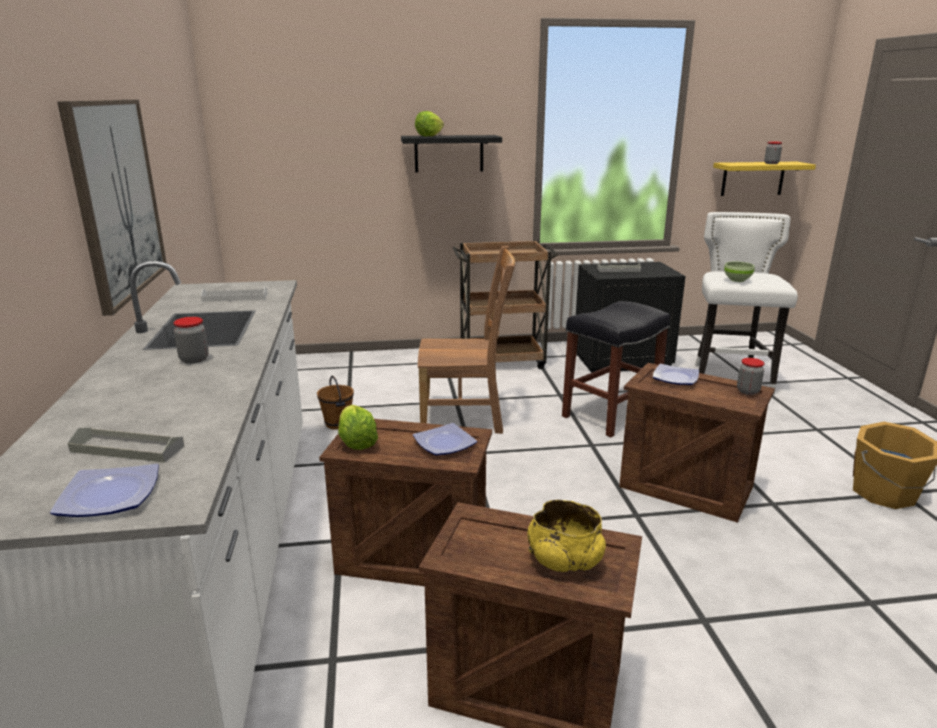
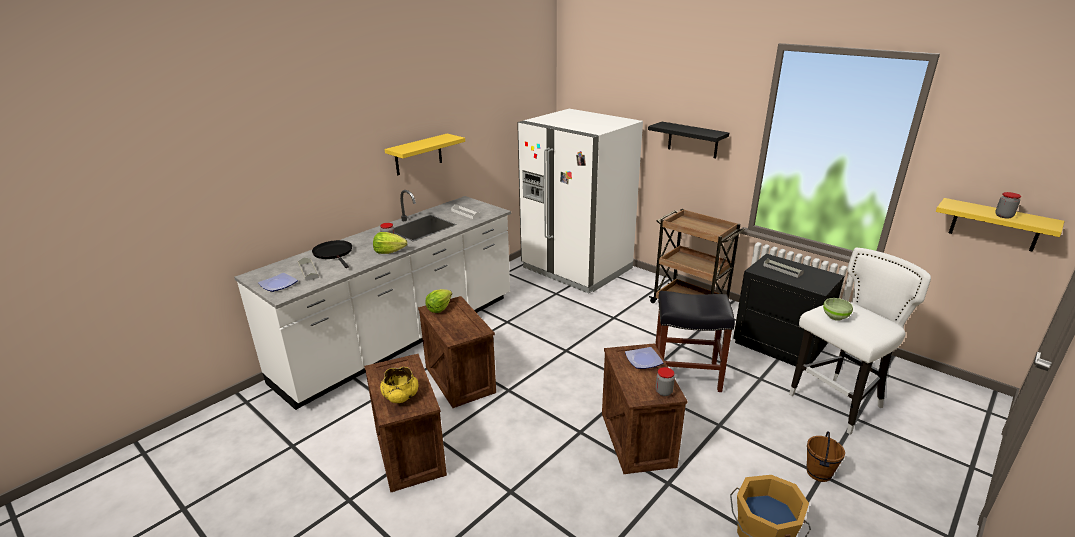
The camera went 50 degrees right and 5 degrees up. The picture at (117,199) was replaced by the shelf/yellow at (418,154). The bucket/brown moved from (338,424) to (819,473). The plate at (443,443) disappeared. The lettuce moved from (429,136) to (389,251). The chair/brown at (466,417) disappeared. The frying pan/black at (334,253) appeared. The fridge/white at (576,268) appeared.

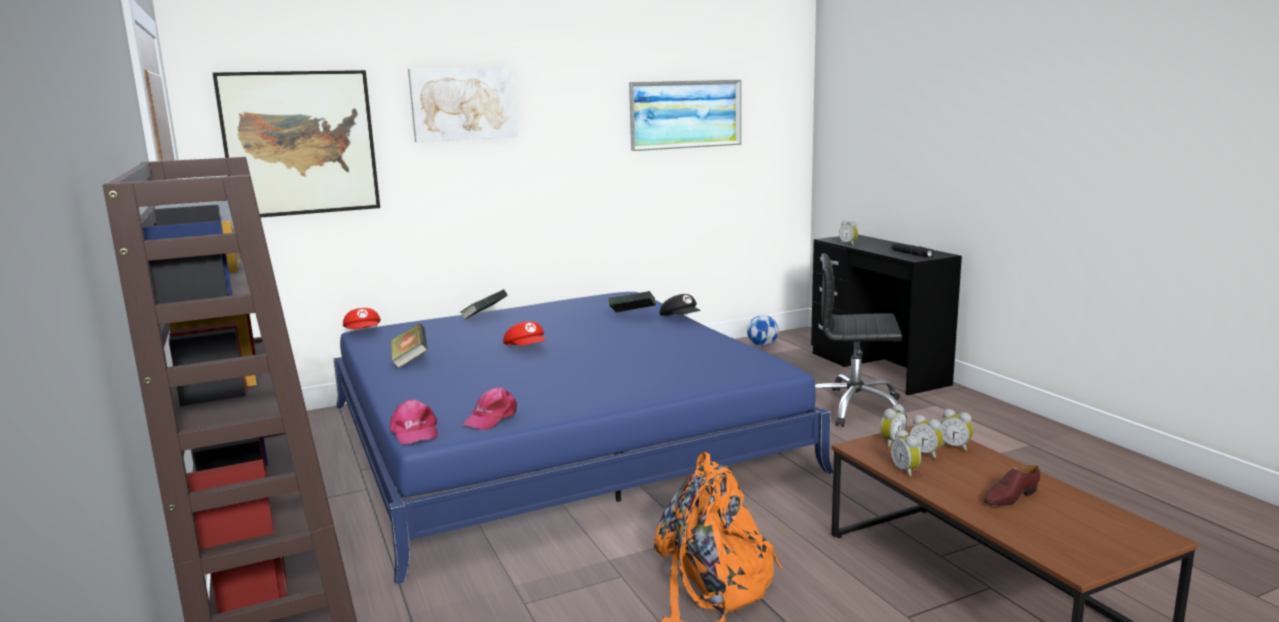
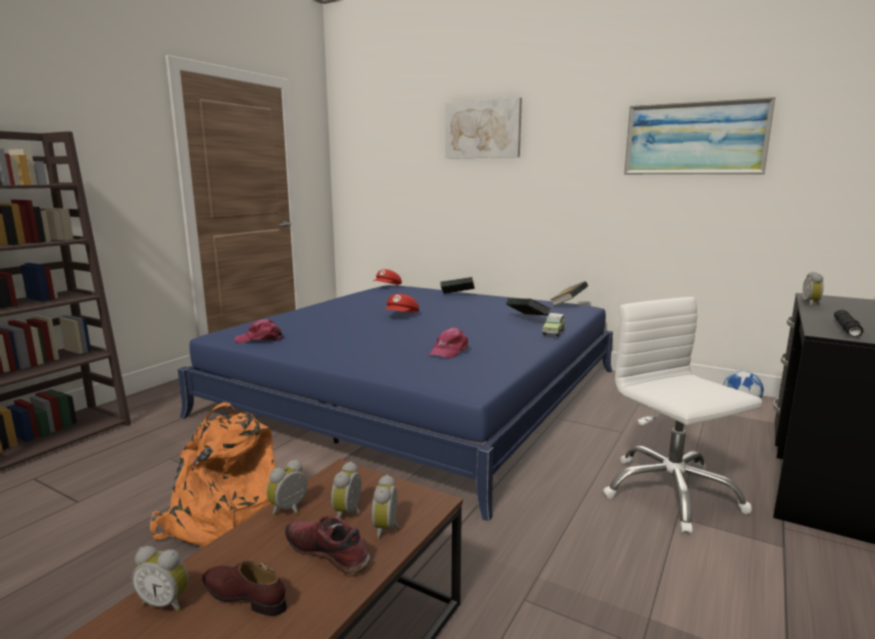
The camera went 55 degrees right and 0 degrees up. The picture at (300,143) disappeared. The cap/pink moved from (414,432) to (449,351). The book moved from (410,361) to (568,304). The cap/black at (681,319) was replaced by the toy car at (553,332). The office chair/black at (854,408) became the office chair/white at (670,492). The alarm clock moved from (890,442) to (166,602). The shoe at (329,552) appeared.

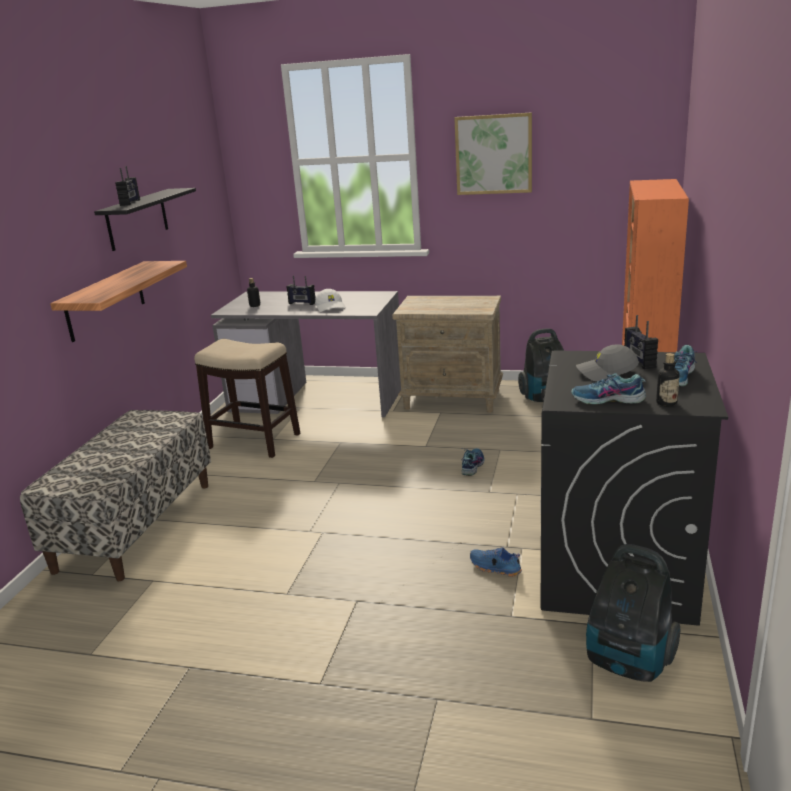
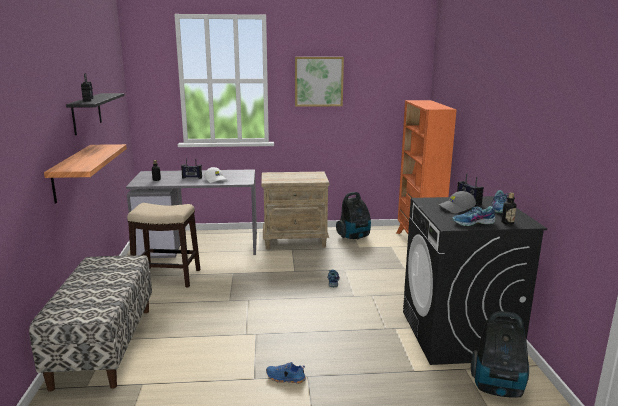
The camera went 20 degrees left and 5 degrees down. The shoe/blue moved from (494,568) to (285,378).

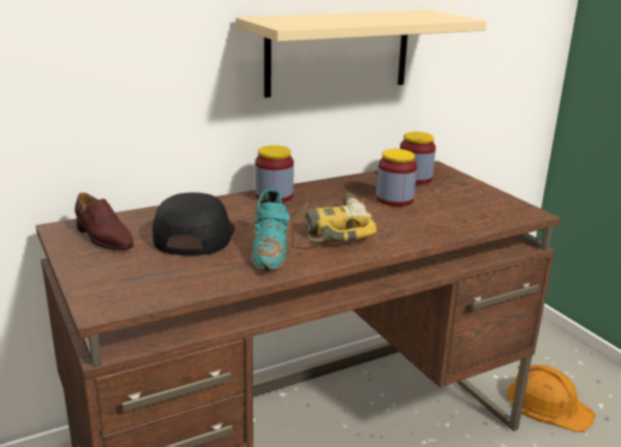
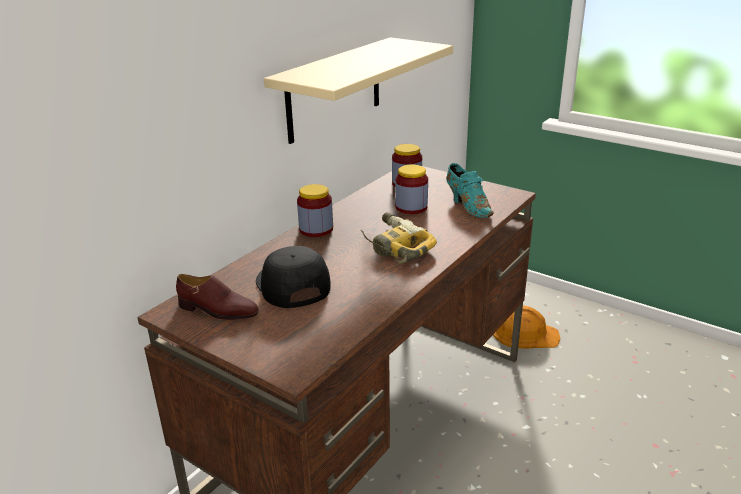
The camera went 25 degrees left and 5 degrees up. The shoe/turquoise moved from (270,251) to (468,205).

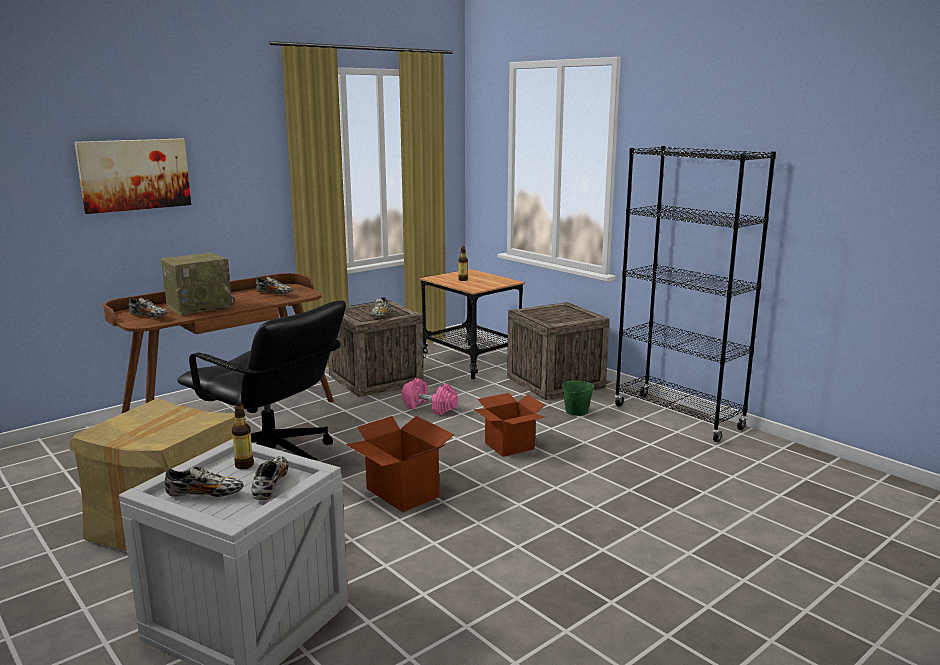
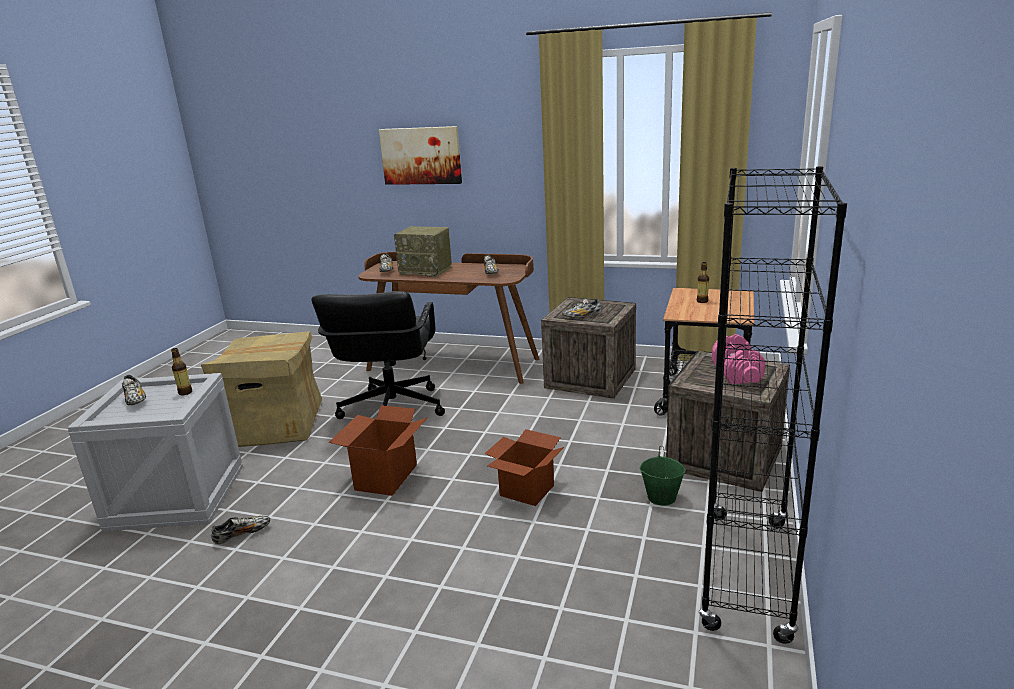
The camera went 60 degrees right and 5 degrees up. The shoe moved from (270,486) to (242,534). The dumbbell/pink moved from (430,407) to (737,373).

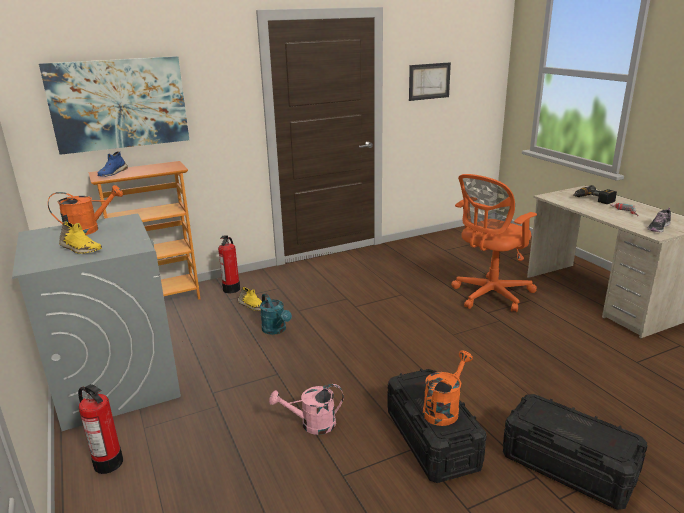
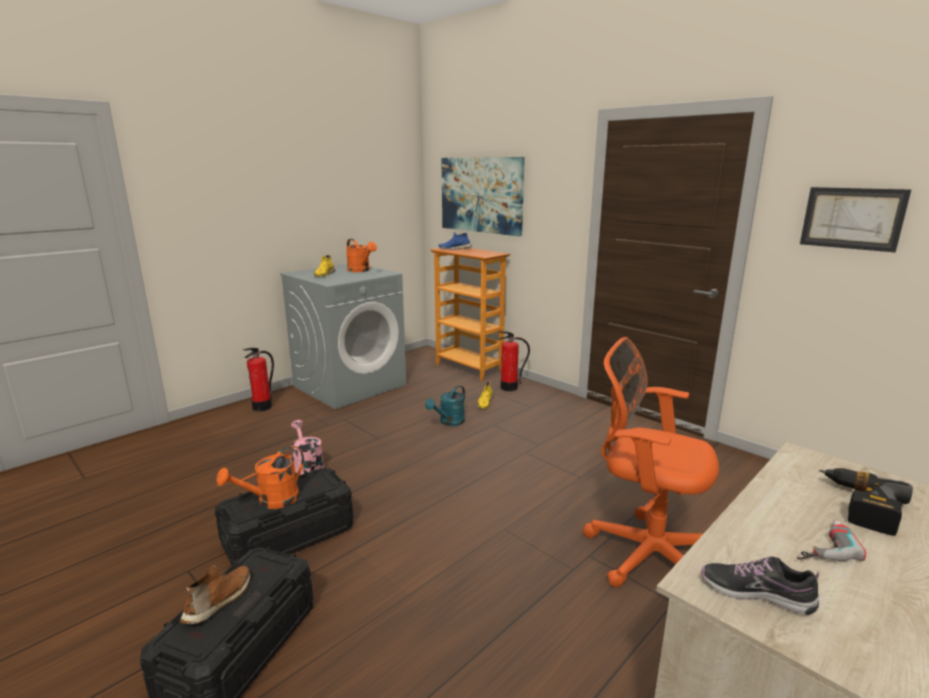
The camera went 70 degrees right and 5 degrees down. The watering can/orange at (444,409) turned 120 degrees clockwise. The shoe/brown at (220,601) appeared.

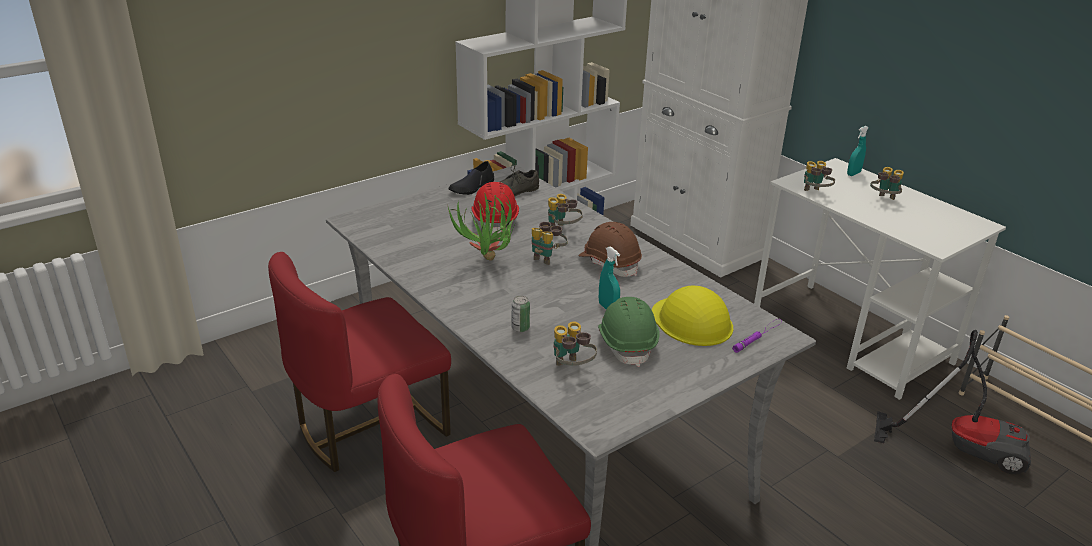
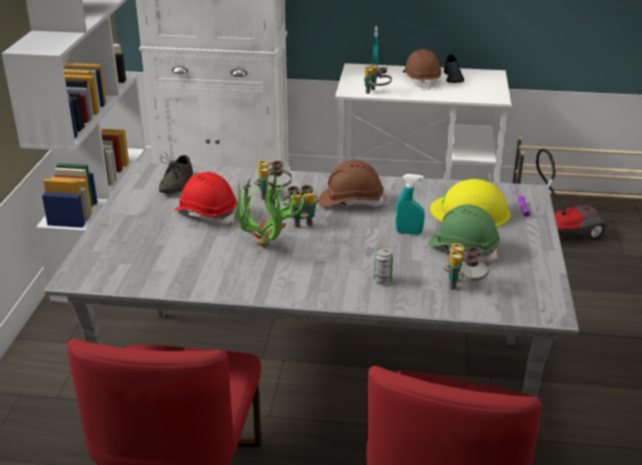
The camera went 45 degrees left and 0 degrees up. The shoe/black moved from (472,187) to (453,78). The binoculars at (884,200) was replaced by the hard hat/brown at (421,80).

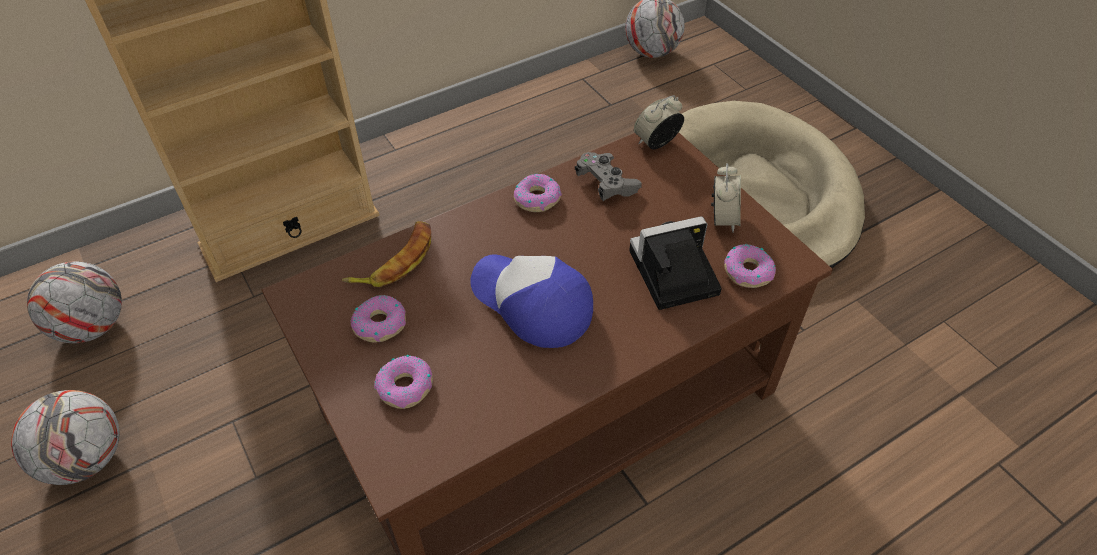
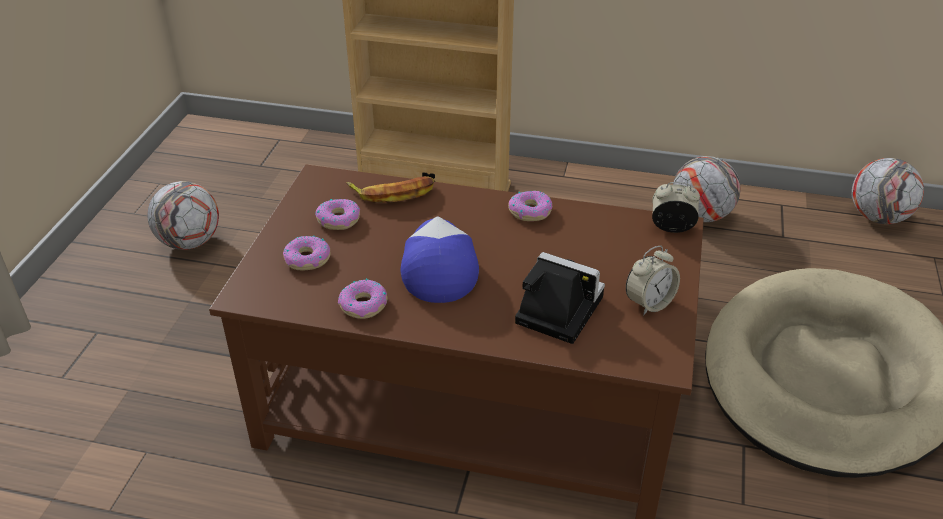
The camera went 45 degrees right and 10 degrees down. The football moved from (92,326) to (700,215). The game controller/grey at (606,184) disappeared. The donut moved from (748,271) to (364,305).

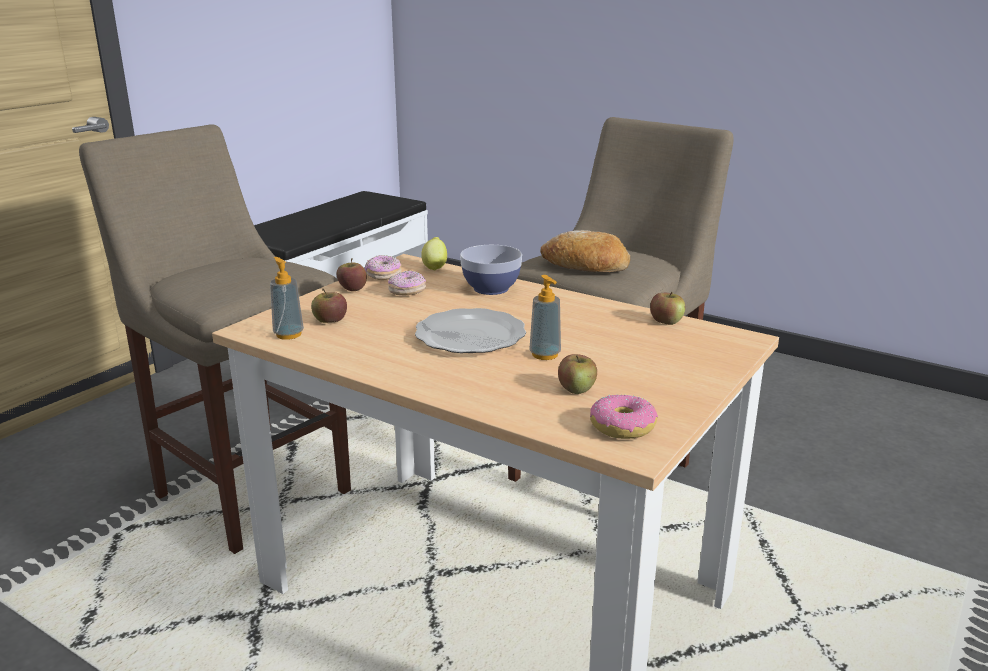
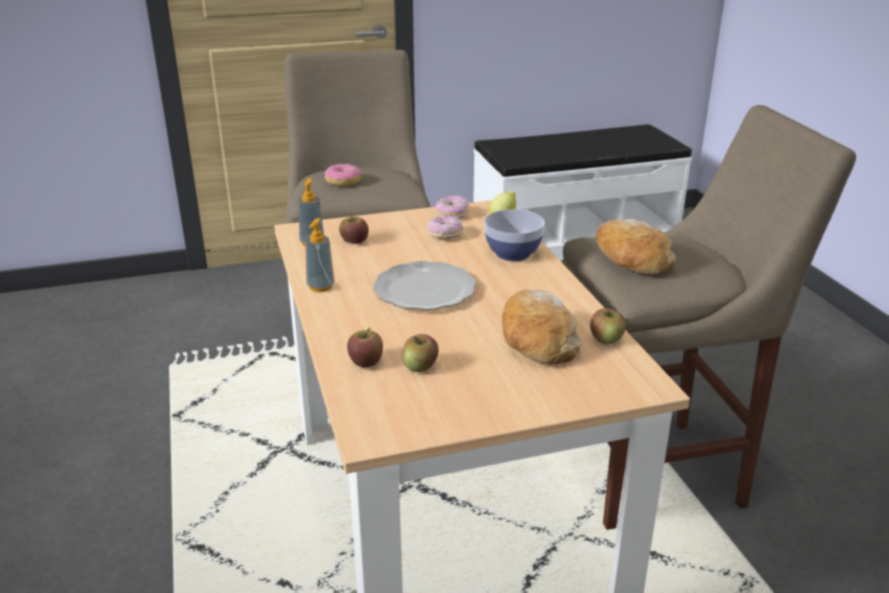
The camera went 40 degrees right and 5 degrees up. The apple moved from (352,288) to (366,362). The soap dispenser moved from (545,354) to (320,287). The donut moved from (623,427) to (343,181). The bread at (537,339) appeared.

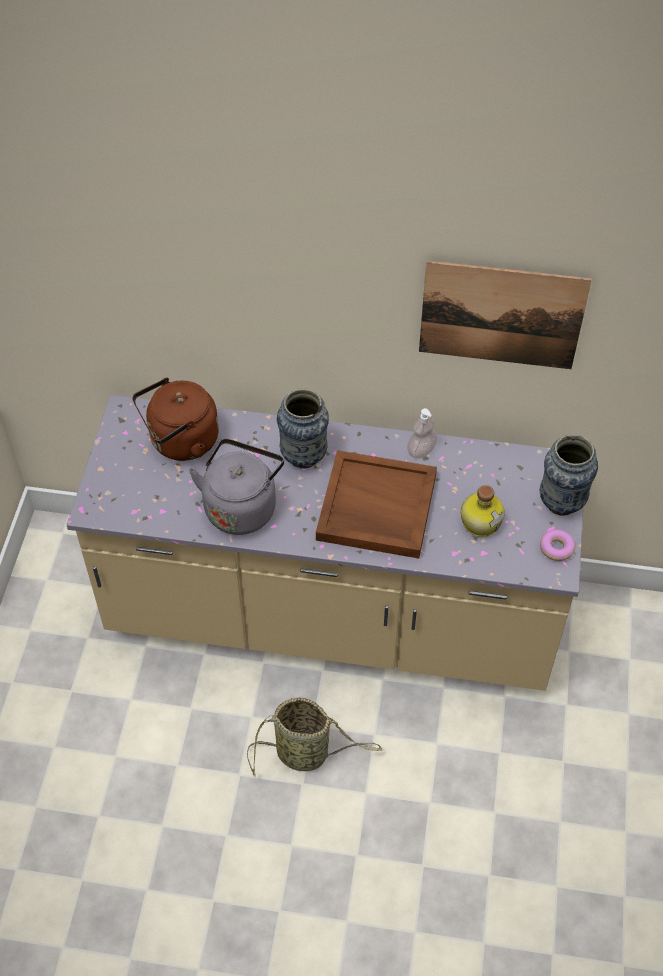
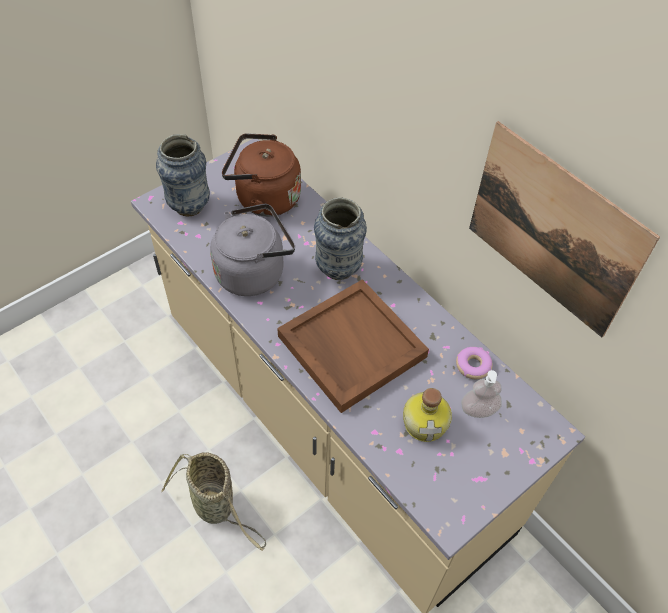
The camera went 40 degrees right and 0 degrees up. The soap dispenser moved from (421,450) to (478,410). The vase moved from (561,502) to (189,206). The donut moved from (556,548) to (473,365).

